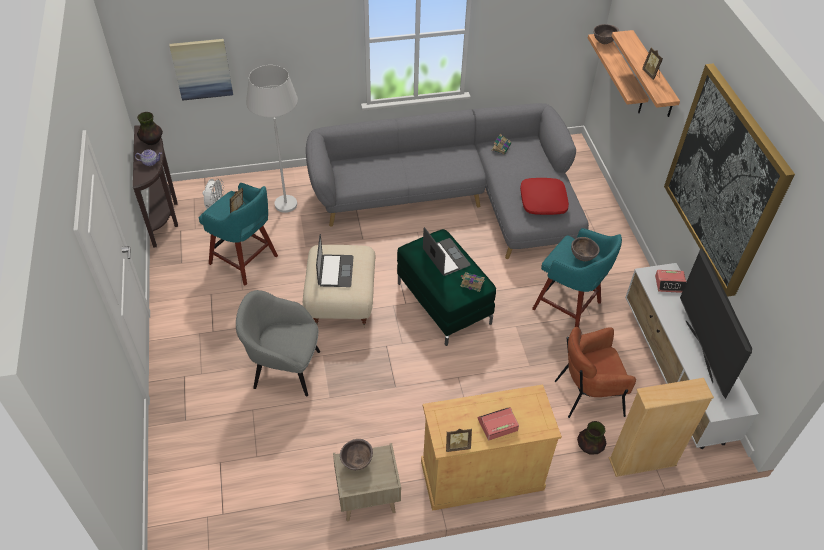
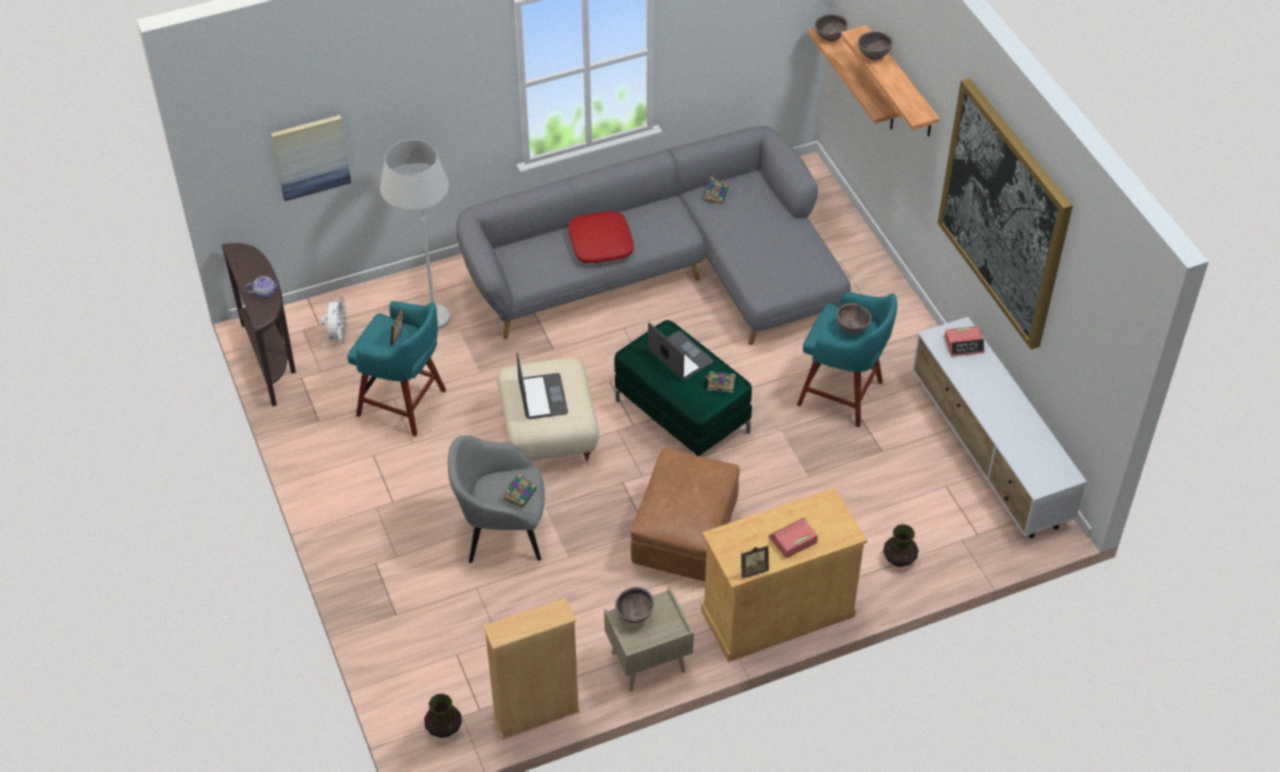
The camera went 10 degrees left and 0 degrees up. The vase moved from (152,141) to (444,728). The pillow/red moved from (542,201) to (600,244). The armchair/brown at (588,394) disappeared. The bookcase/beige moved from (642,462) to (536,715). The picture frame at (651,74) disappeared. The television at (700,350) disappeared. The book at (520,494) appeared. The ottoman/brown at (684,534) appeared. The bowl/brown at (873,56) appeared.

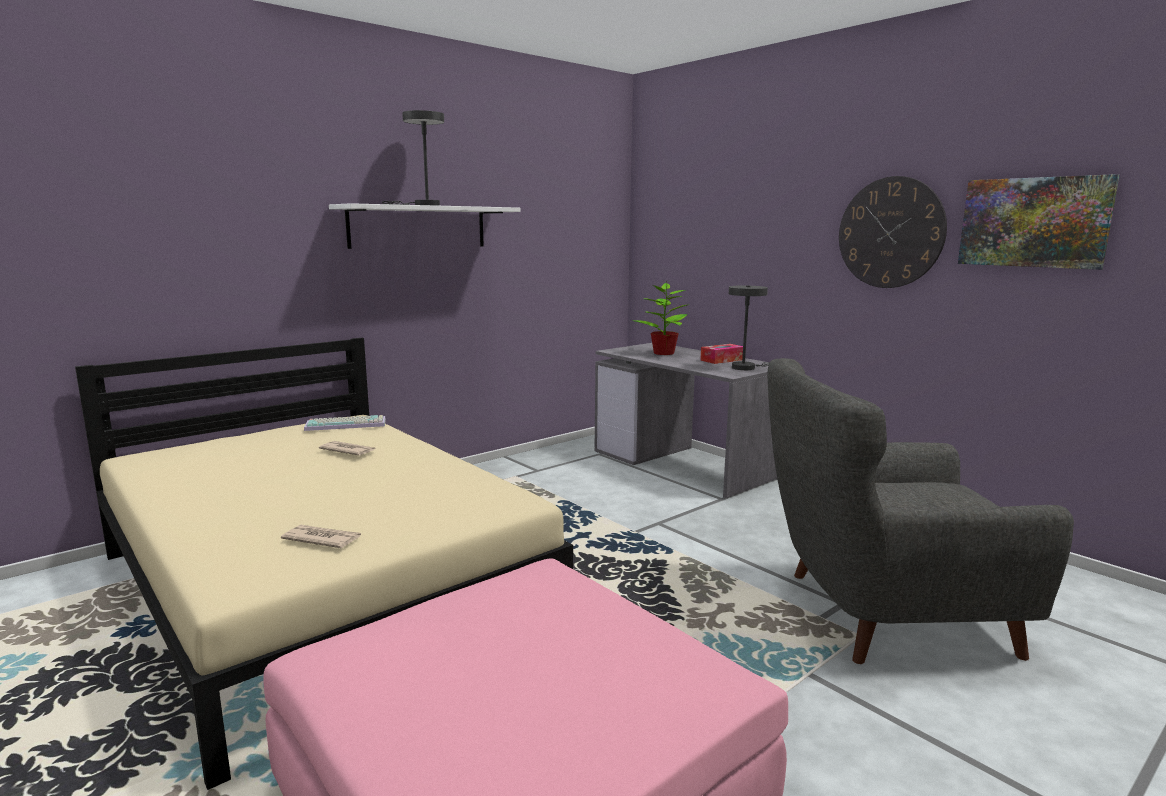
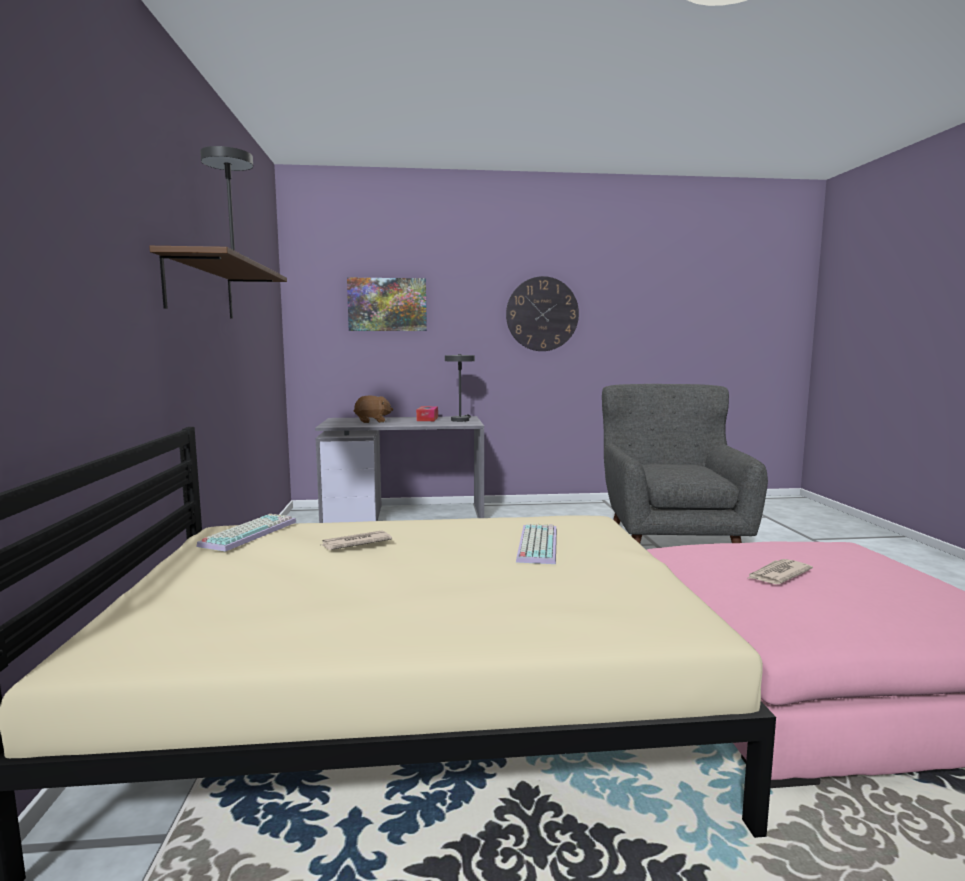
The camera went 55 degrees left and 5 degrees down. The newspaper moved from (322,539) to (777,575). The shelf/white at (418,227) became the shelf/brown at (200,289). The potted plant at (663,353) was replaced by the plush toy/brown at (372,421). The armchair/grey at (881,611) turned 150 degrees clockwise. The picture moved from (1033,222) to (387,304). The keyboard at (535,544) appeared.

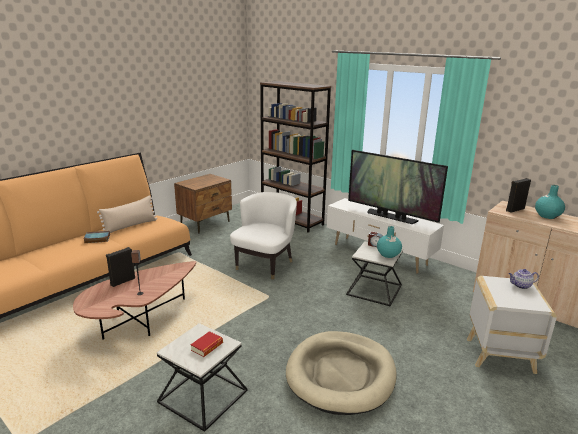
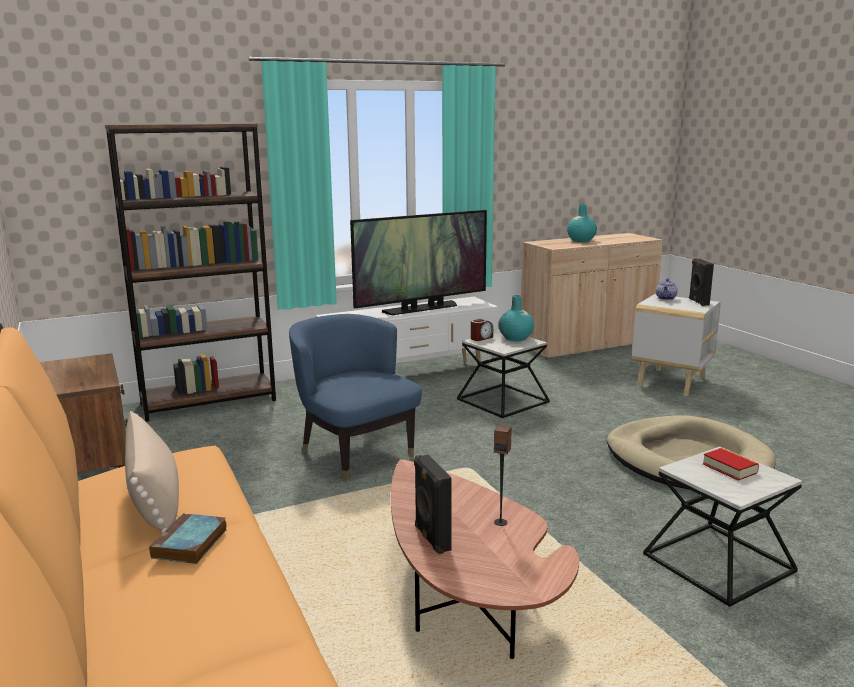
The camera went 65 degrees left and 5 degrees down. The armchair/white at (265,264) became the armchair/blue at (355,452). The speaker/black moved from (514,209) to (698,302).

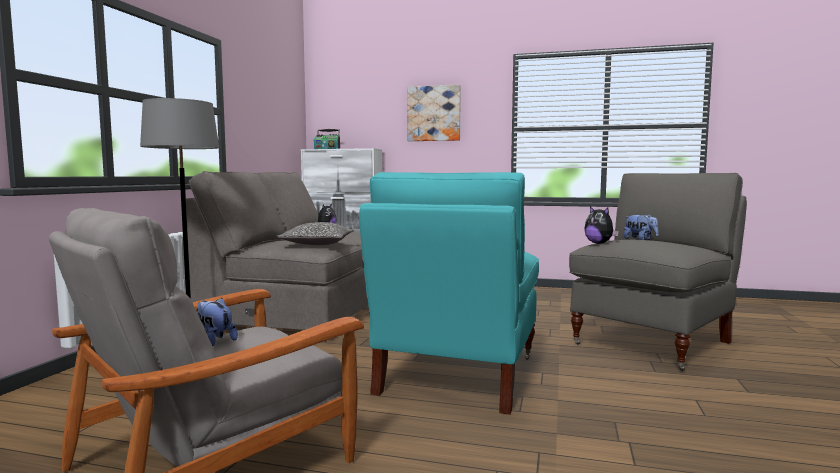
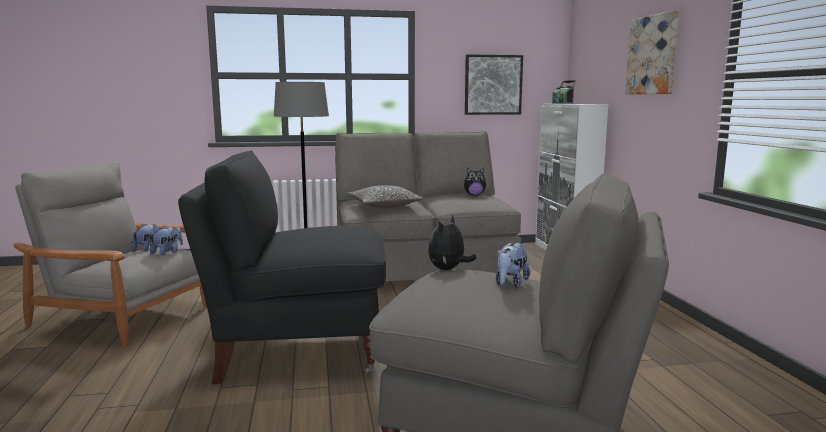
The camera went 65 degrees right and 5 degrees up. The armchair/turquoise at (457,375) became the armchair/black at (297,350). The plush toy at (167,252) appeared. The picture at (493,85) appeared.

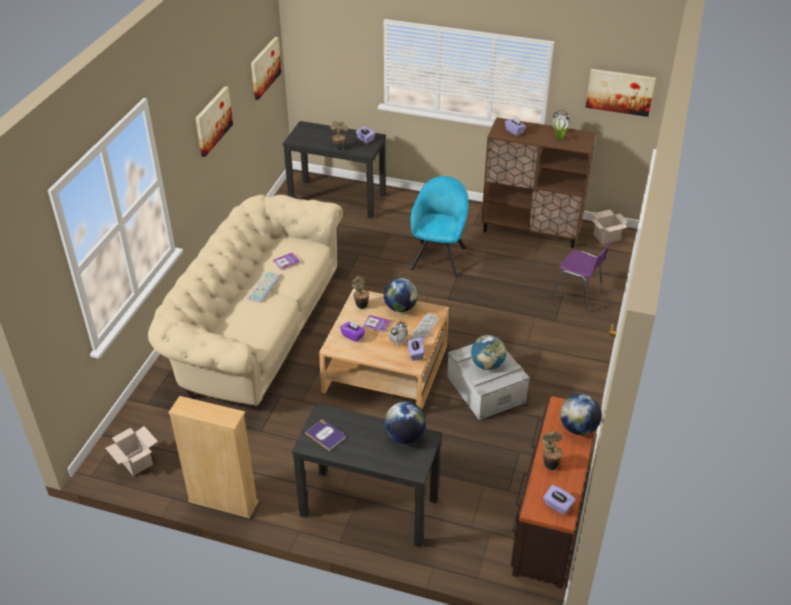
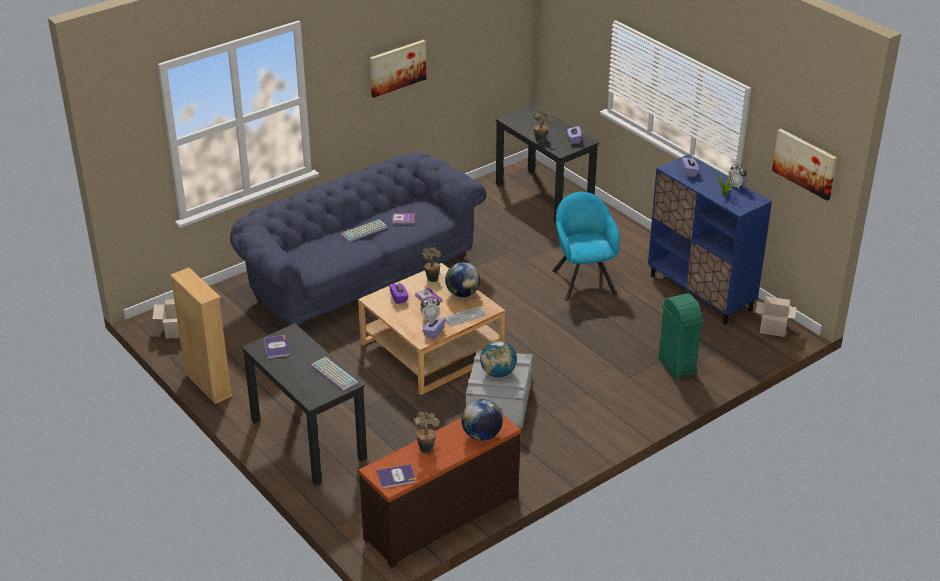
The camera went 35 degrees right and 5 degrees down. The sofa/beige at (254,330) became the sofa/blue at (357,275). The picture at (264,67) disappeared. The globe at (405,436) was replaced by the keyboard at (333,374). The armchair/turquoise at (439,256) turned 60 degrees counterclockwise. The cabinet/brown at (531,230) became the cabinet/blue at (700,293). The tissue box/purple at (557,505) was replaced by the book at (396,477). The chair/purple at (577,296) was replaced by the trash can/green at (676,366).

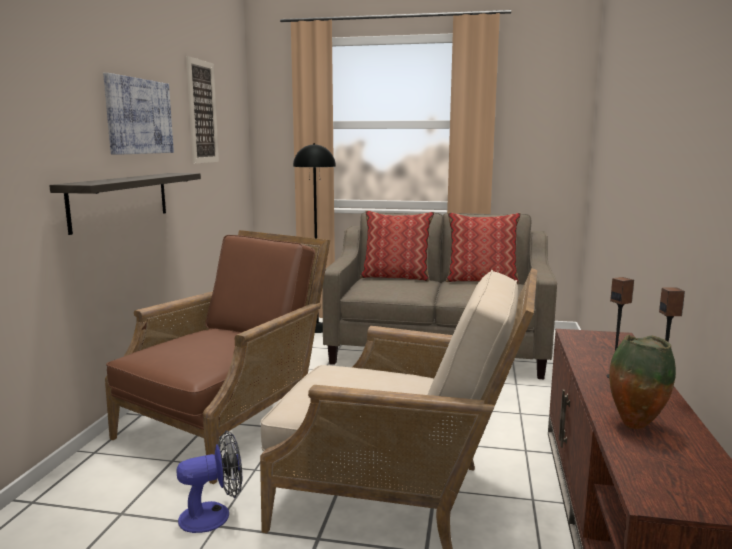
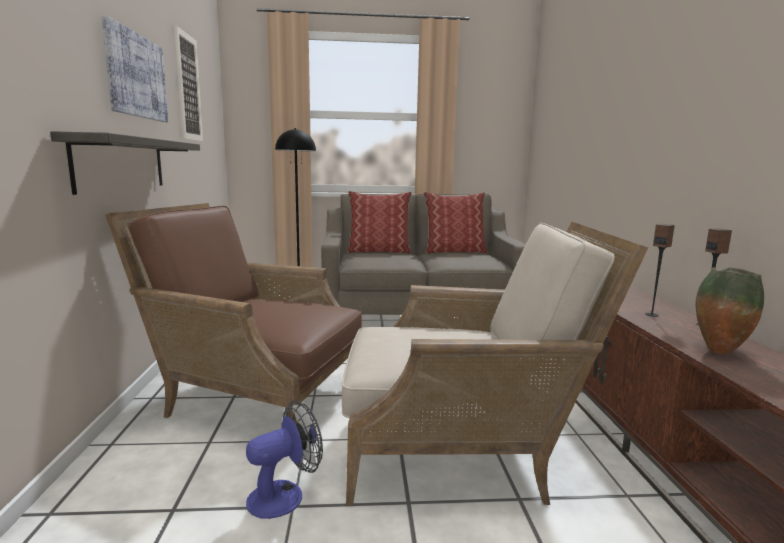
The camera went 15 degrees left and 0 degrees up. The armchair/brown at (228,422) turned 90 degrees counterclockwise.

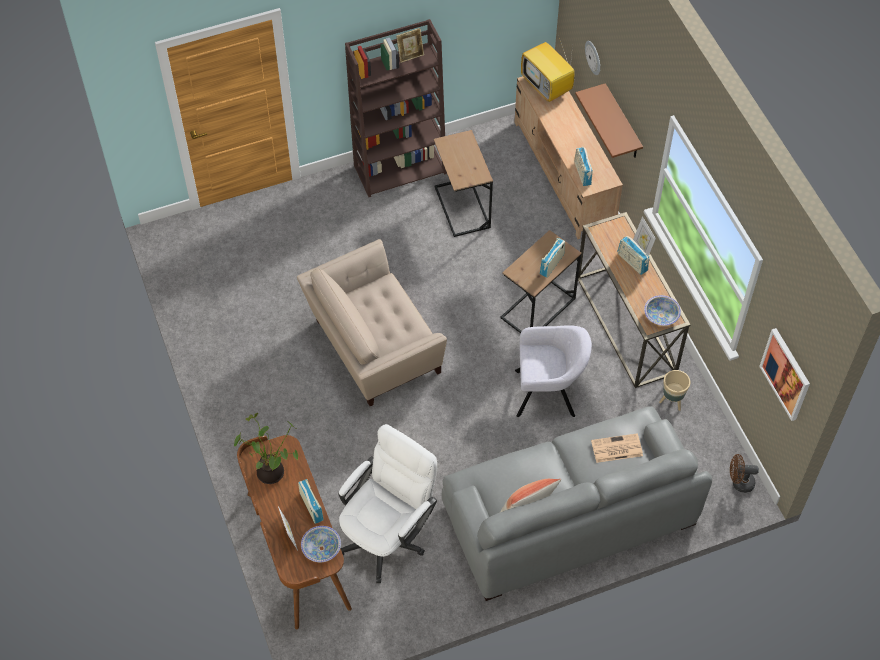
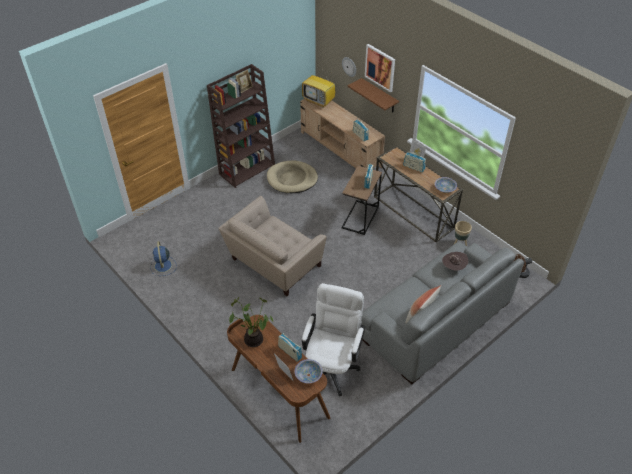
The camera went 20 degrees left and 10 degrees down. The side table/brown at (462,207) was replaced by the dog bed/beige at (292,179). The armchair/grey at (548,393) disappeared. The newspaper at (616,449) was replaced by the hat/brown at (453,267). The picture moved from (786,374) to (380,67). The fan/blue at (163,266) appeared.

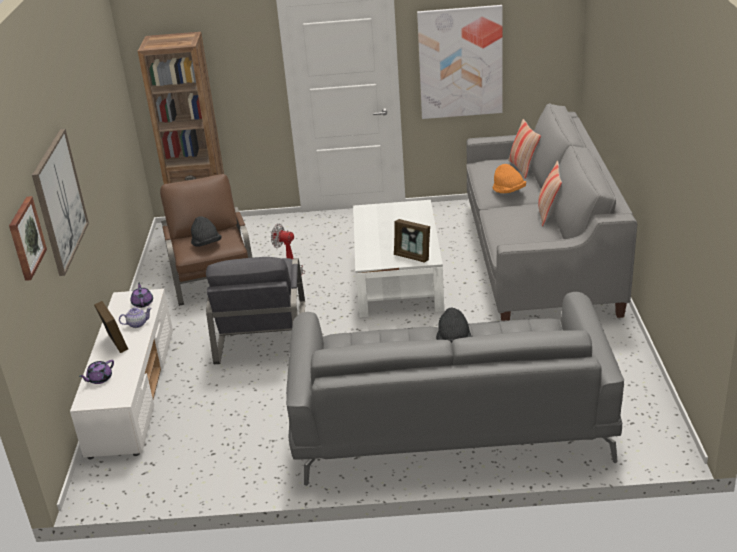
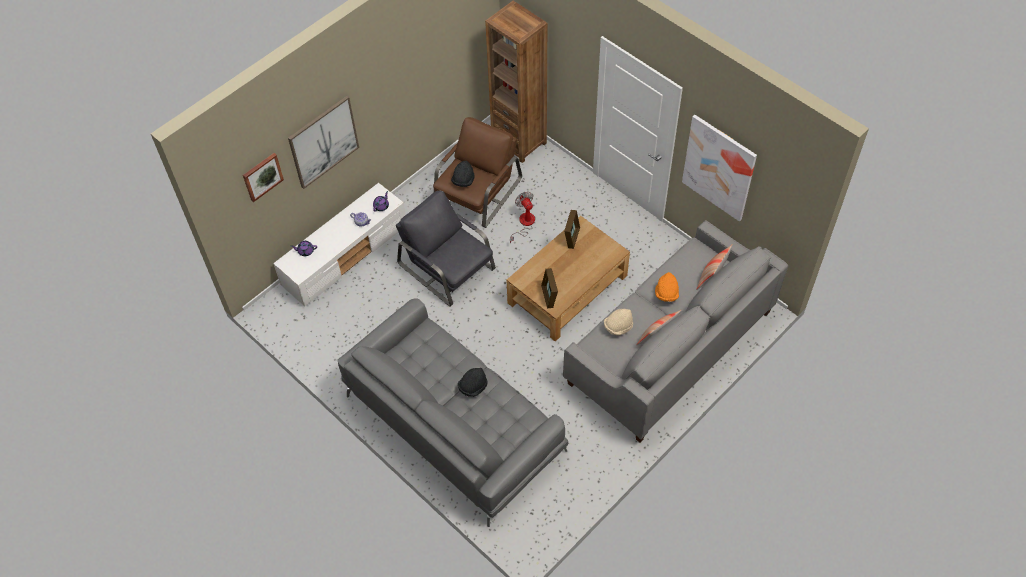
The camera went 45 degrees right and 25 degrees up. The picture frame moved from (115,343) to (572,237). The armchair/grey at (261,332) turned 90 degrees clockwise. The coffee table/white at (398,278) became the coffee table/brown at (567,289). The hat/beige at (618,327) appeared.

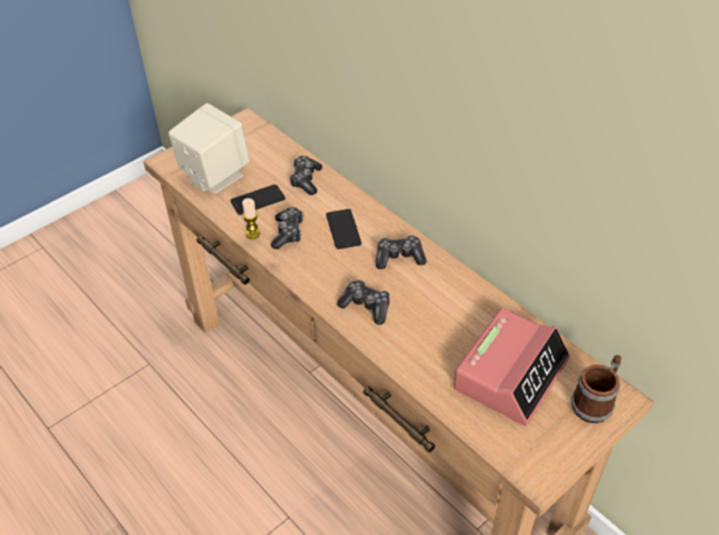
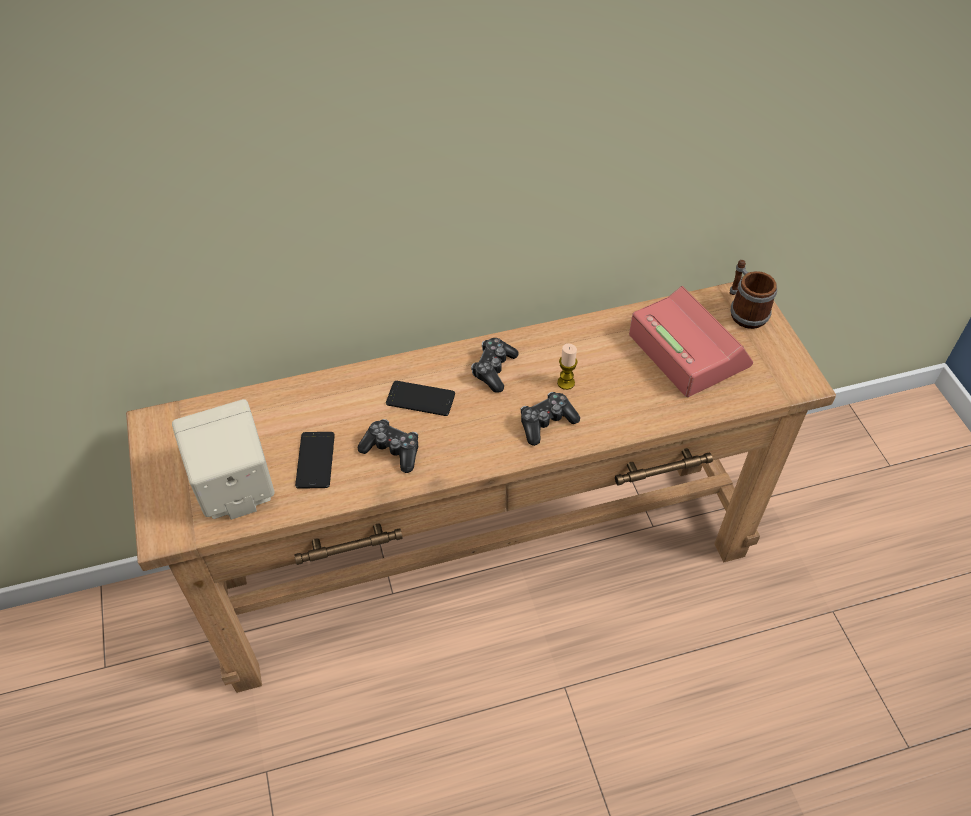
The camera went 65 degrees left and 5 degrees up. The candle moved from (252,234) to (566,383). The game controller at (305,180) disappeared.

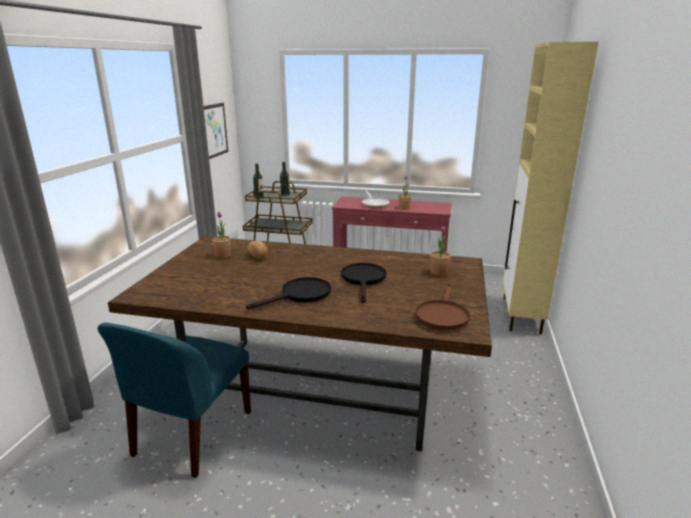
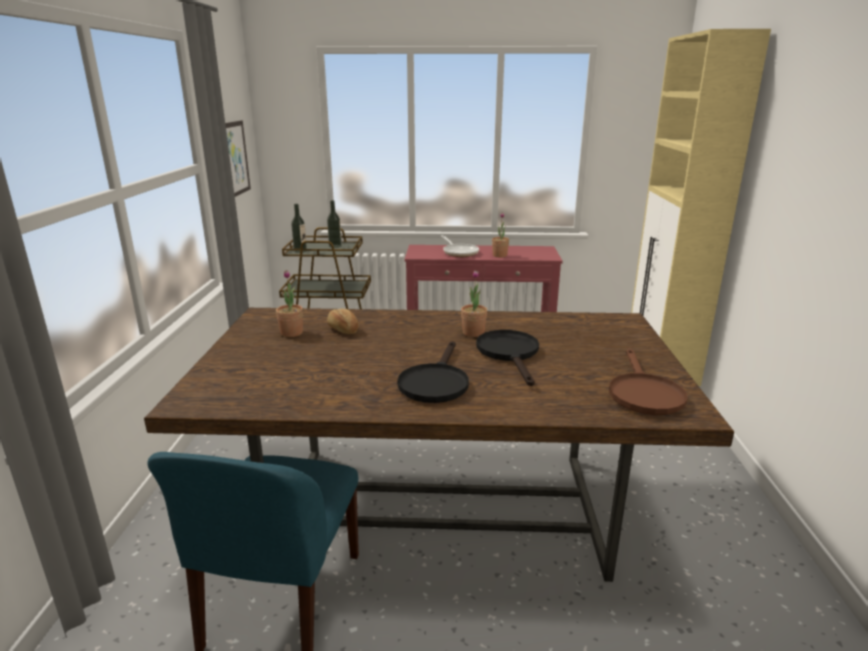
The camera went 10 degrees left and 0 degrees up. The frying pan/black at (300,295) turned 150 degrees clockwise. The potted plant moved from (439,272) to (473,333).

